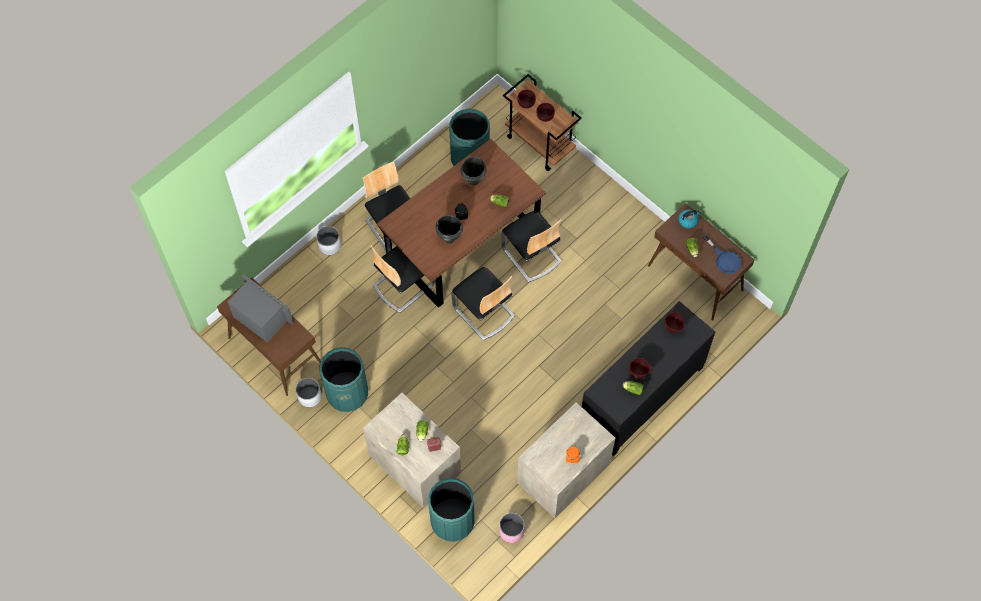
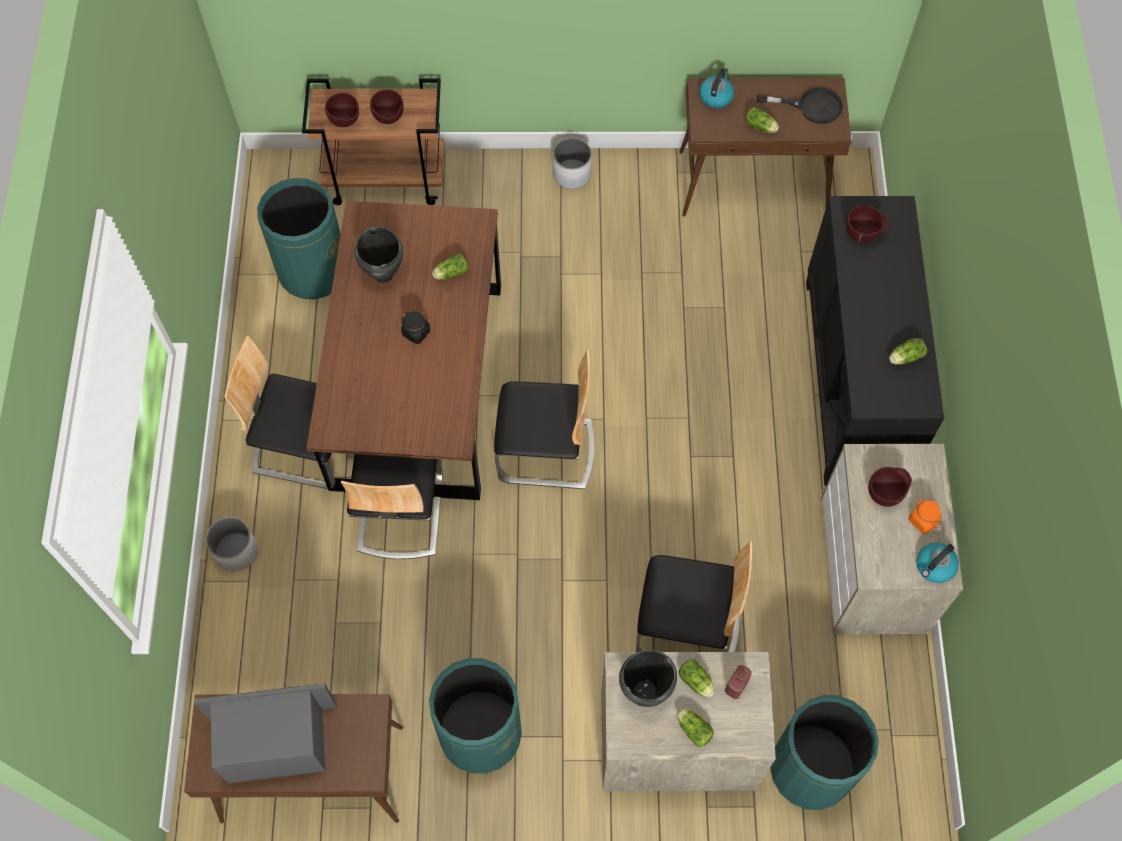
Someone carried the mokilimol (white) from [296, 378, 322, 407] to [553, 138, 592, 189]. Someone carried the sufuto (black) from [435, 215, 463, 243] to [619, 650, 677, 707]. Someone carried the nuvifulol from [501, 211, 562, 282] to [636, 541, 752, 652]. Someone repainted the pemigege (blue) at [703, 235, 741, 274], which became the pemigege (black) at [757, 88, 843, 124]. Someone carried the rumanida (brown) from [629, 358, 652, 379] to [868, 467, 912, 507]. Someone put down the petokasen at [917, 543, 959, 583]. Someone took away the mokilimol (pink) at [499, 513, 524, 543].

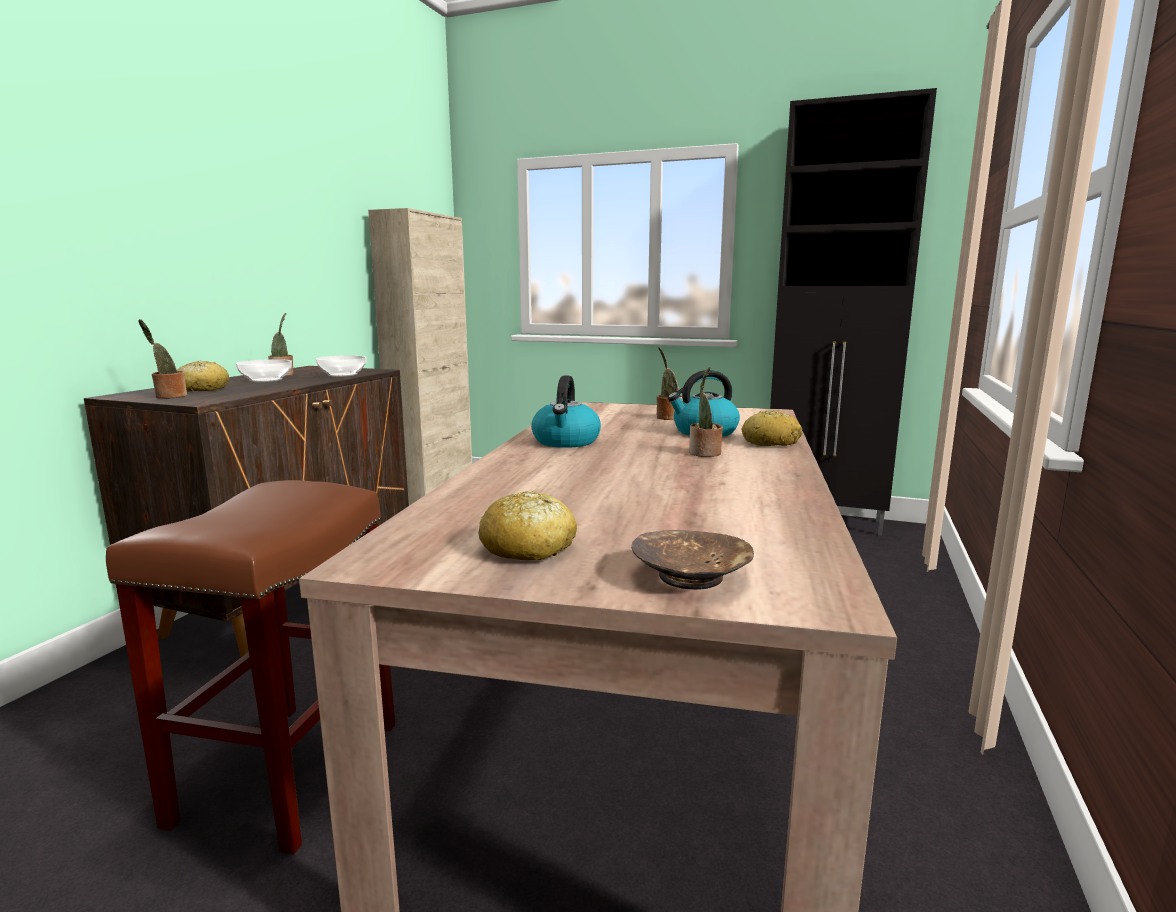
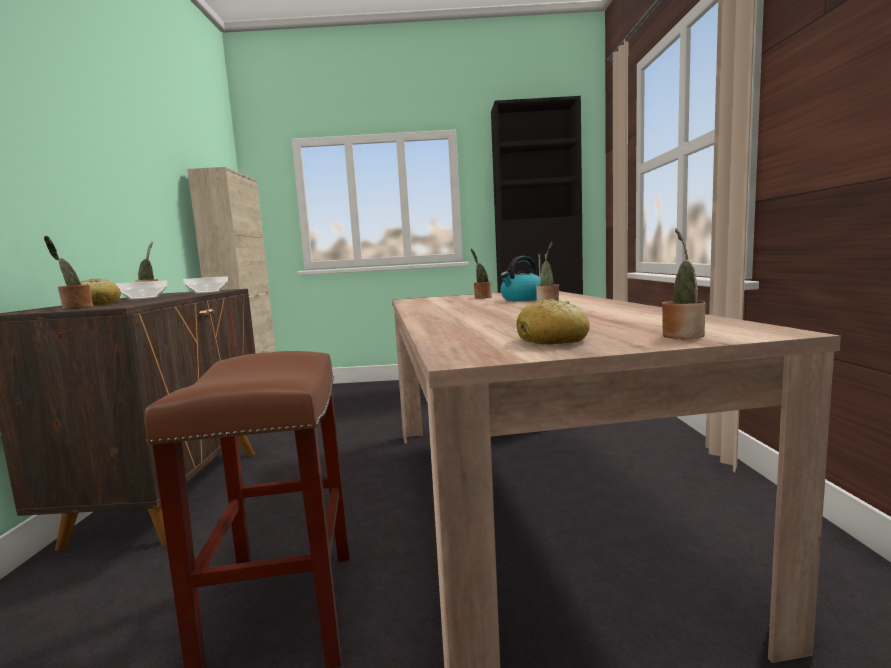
Someone swapped the rumanida (brown) at [631, 530, 754, 590] for the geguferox at [662, 228, 706, 339]. Someone took away the petokasen at [531, 376, 601, 448]. Someone took away the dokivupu at [741, 410, 802, 446].

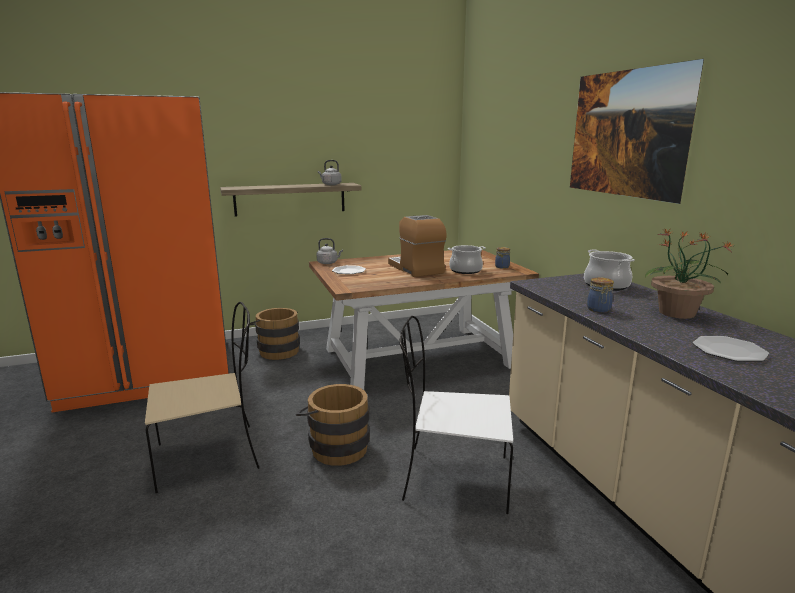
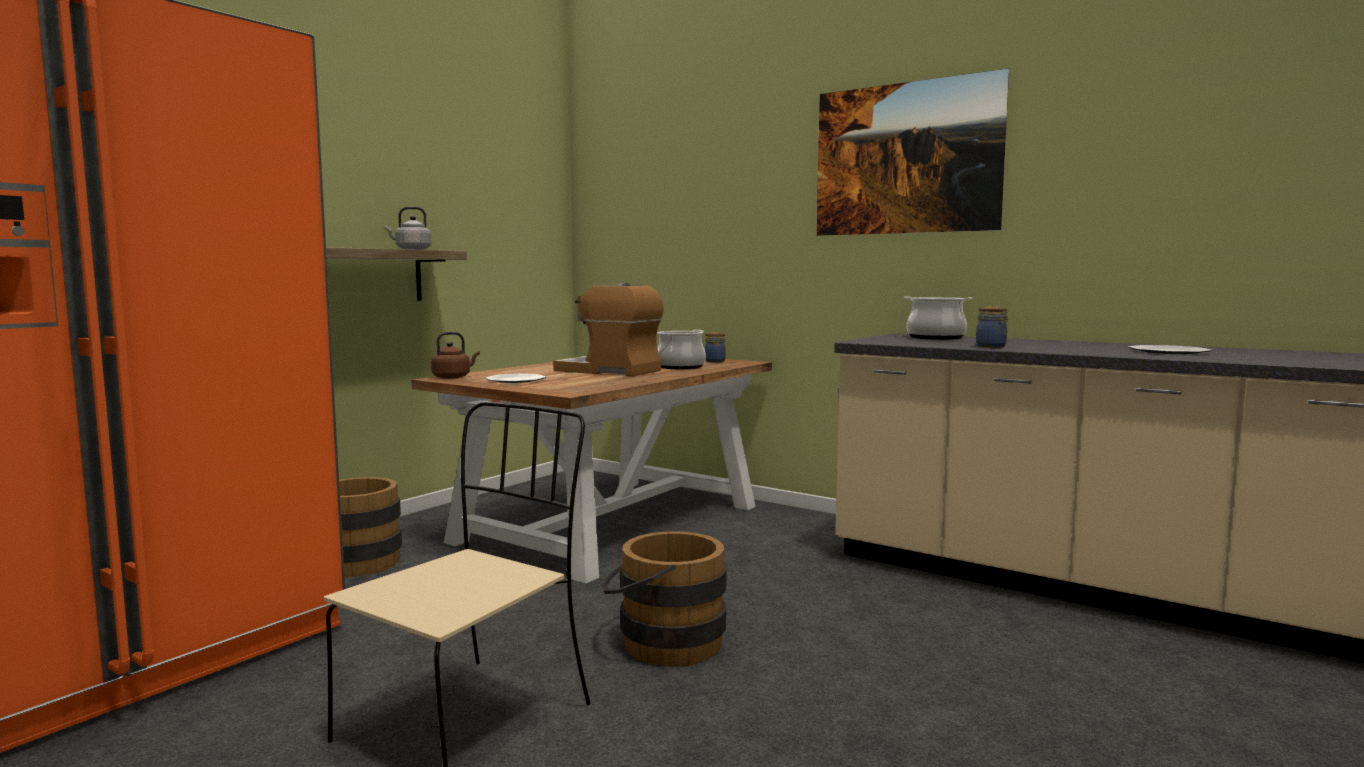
Someone repainted the petokasen (grey) at [317, 238, 343, 264], which became the petokasen (brown) at [431, 332, 480, 379]. Someone took away the nuvifulol (white) at [399, 316, 513, 514]. Someone took away the geguferox at [645, 229, 733, 319].

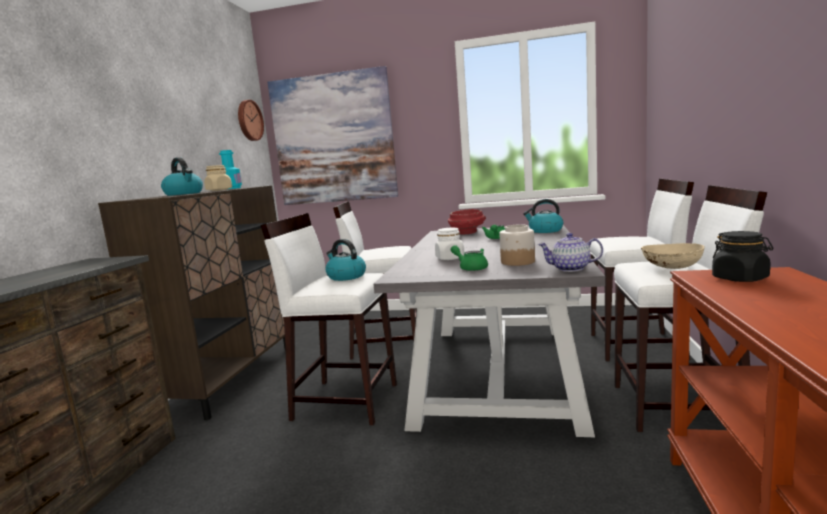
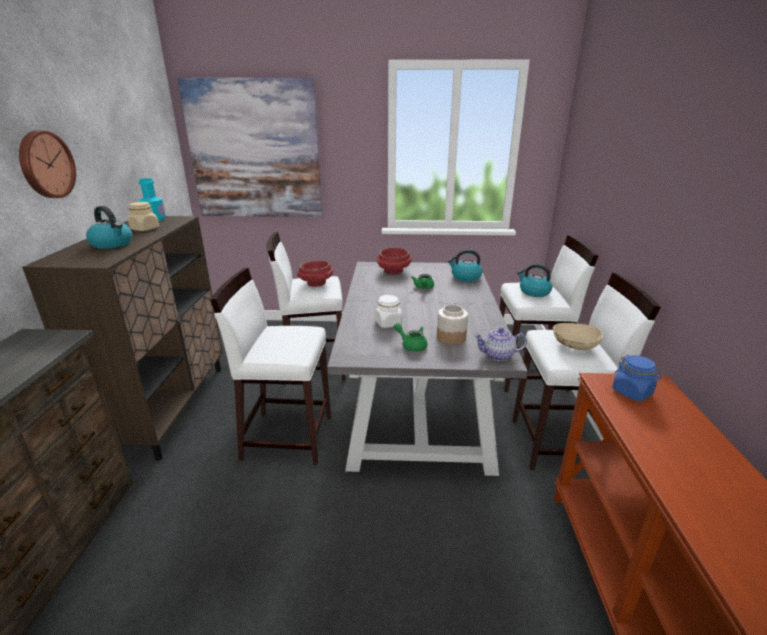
Someone carried the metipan from [238, 100, 264, 141] to [19, 131, 76, 198]. Someone put down the rumanida (red) at [297, 260, 333, 287]. Someone carried the petokasen from [326, 239, 366, 281] to [517, 264, 553, 297]. Someone repainted the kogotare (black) at [712, 231, 773, 282], which became the kogotare (blue) at [612, 355, 662, 401].

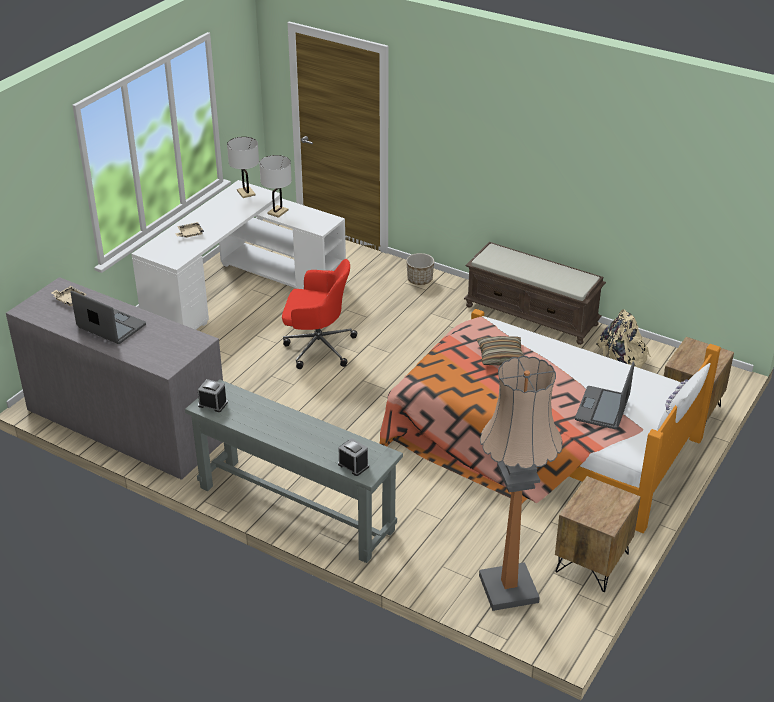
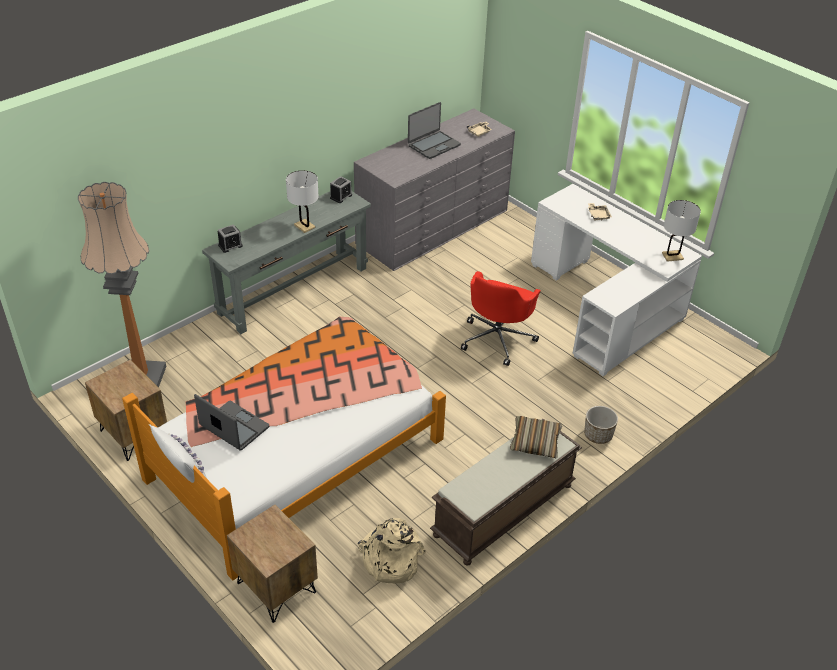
Someone carried the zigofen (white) from [259, 155, 292, 218] to [286, 170, 319, 233]. Someone carried the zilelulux from [477, 336, 524, 365] to [510, 416, 562, 458].

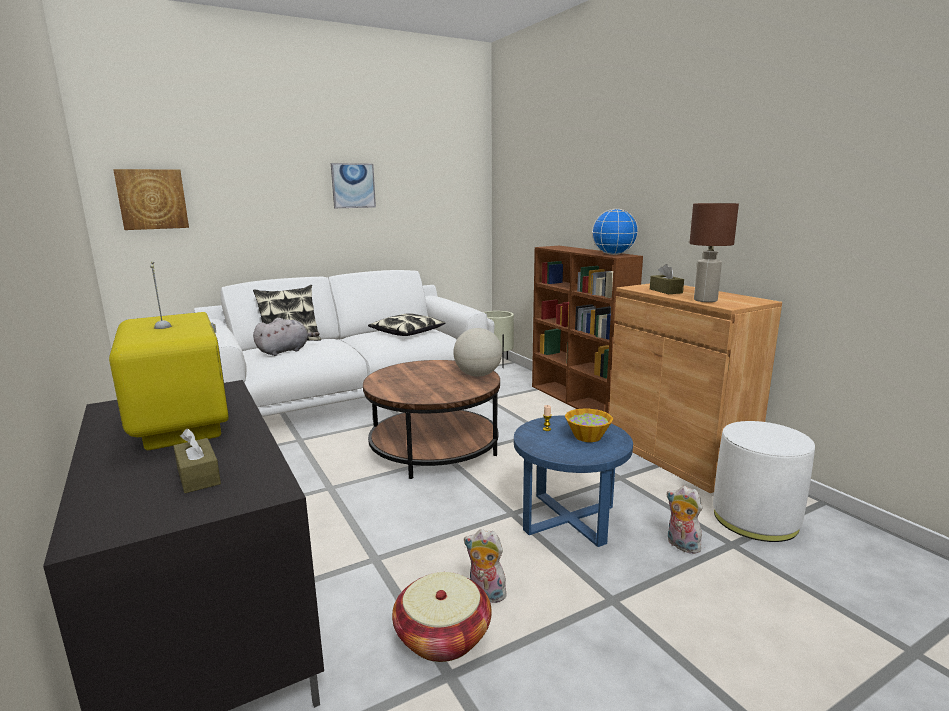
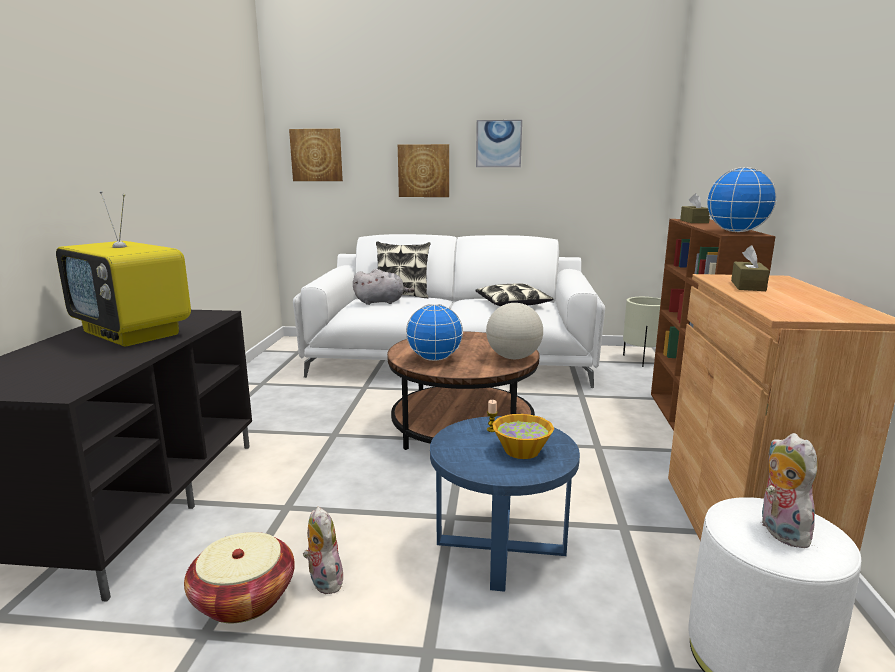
Someone rotated the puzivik at [109, 261, 229, 450] by 120 degrees clockwise. Someone put up the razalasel at [398, 144, 449, 197]. Someone put down the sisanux at [406, 304, 463, 361]. Someone carried the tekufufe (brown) from [173, 429, 221, 493] to [680, 193, 710, 223]. Someone carried the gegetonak from [667, 486, 702, 554] to [760, 433, 818, 548]. Someone took away the zigofen (brown) at [689, 203, 739, 302].

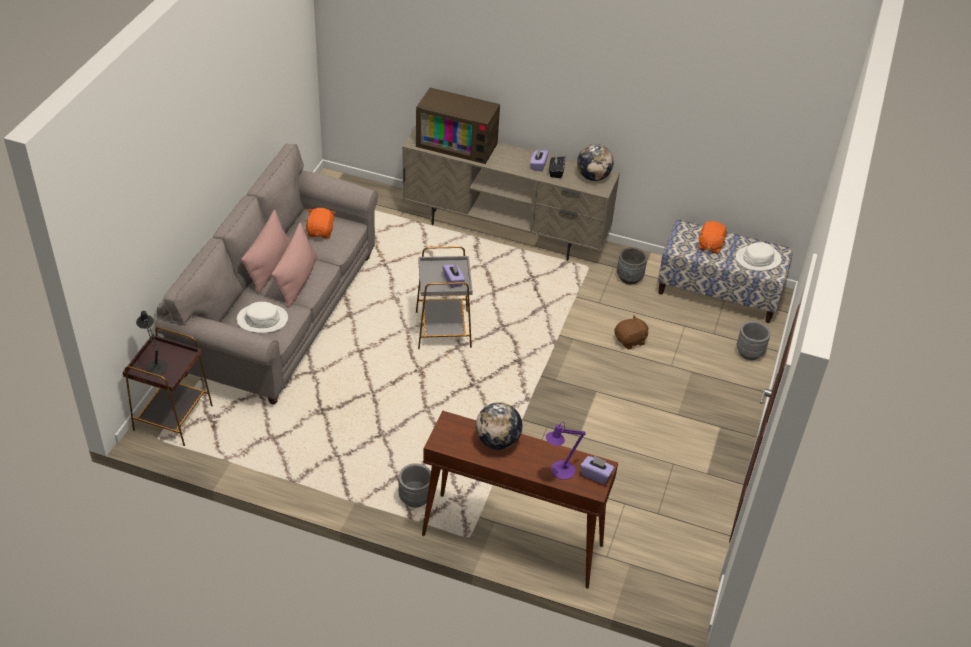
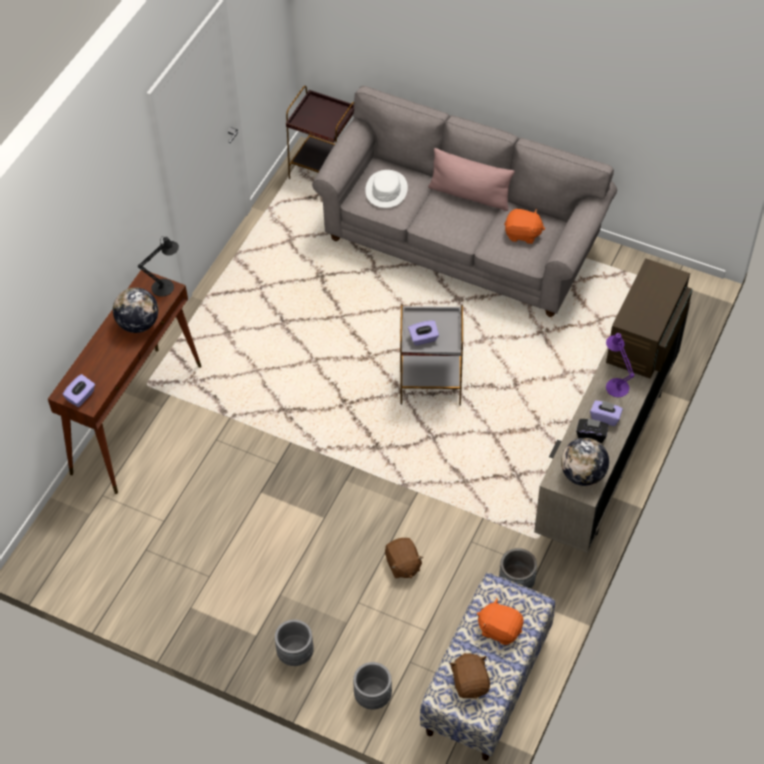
Someone carried the zigofen (black) from [136, 311, 168, 375] to [138, 237, 179, 297]. Someone carried the mokilimol (grey) from [398, 463, 431, 508] to [275, 619, 314, 666]. Someone swapped the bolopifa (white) at [736, 242, 782, 271] for the gegetonak (brown) at [450, 653, 490, 699]. Someone carried the zigofen (purple) from [546, 422, 585, 480] to [606, 333, 635, 397]. Someone took away the zilelulux (pink) at [271, 223, 317, 308].

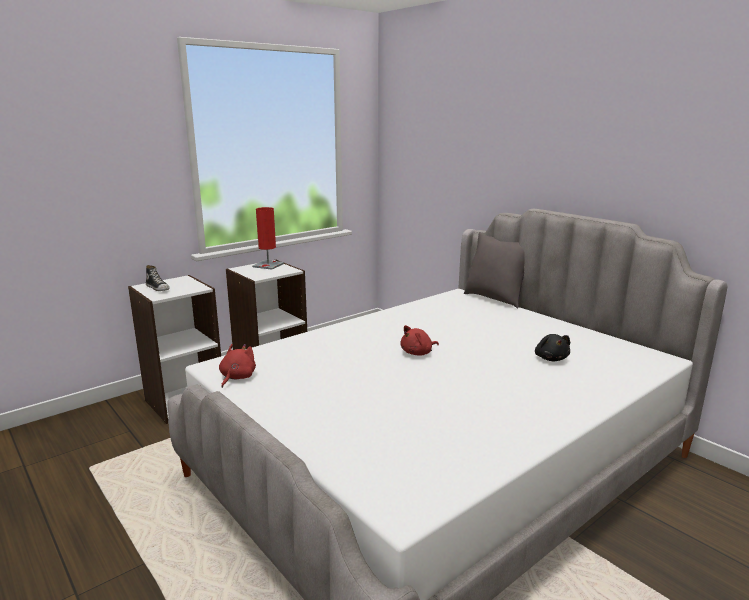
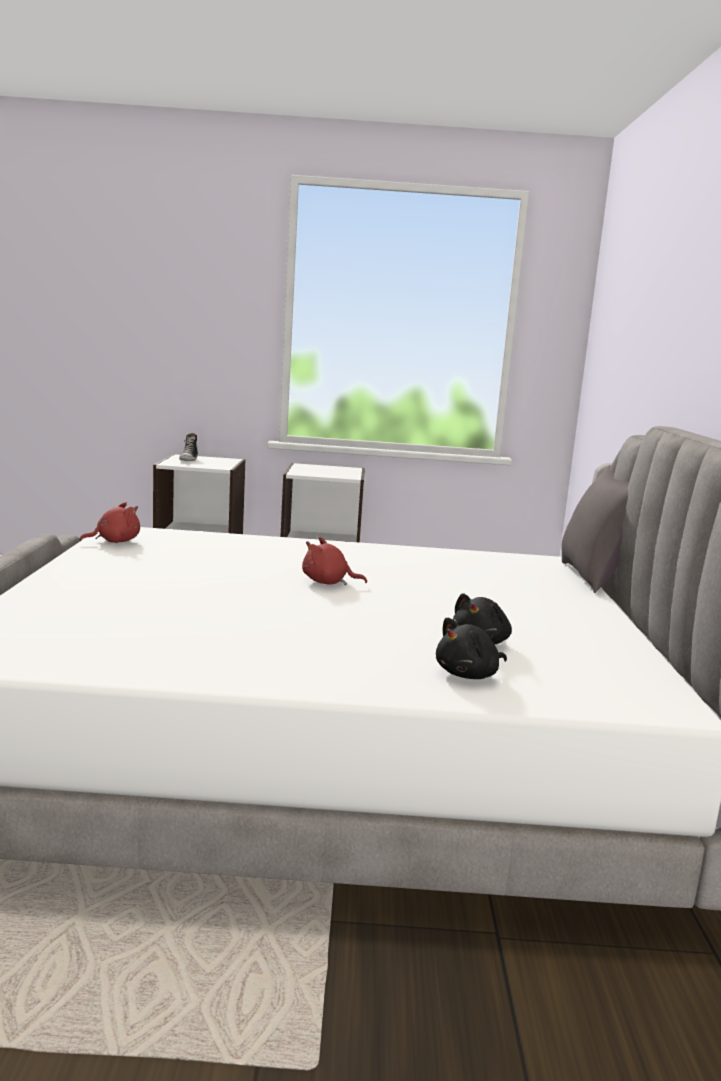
Someone put down the gegetonak (black) at [436, 618, 507, 679]. Someone took away the zigofen (red) at [252, 207, 284, 269].

